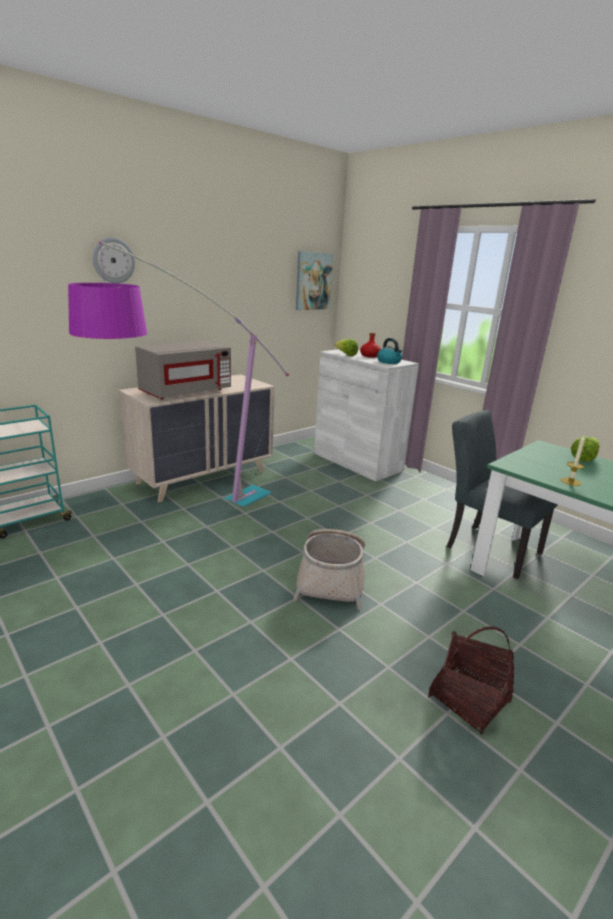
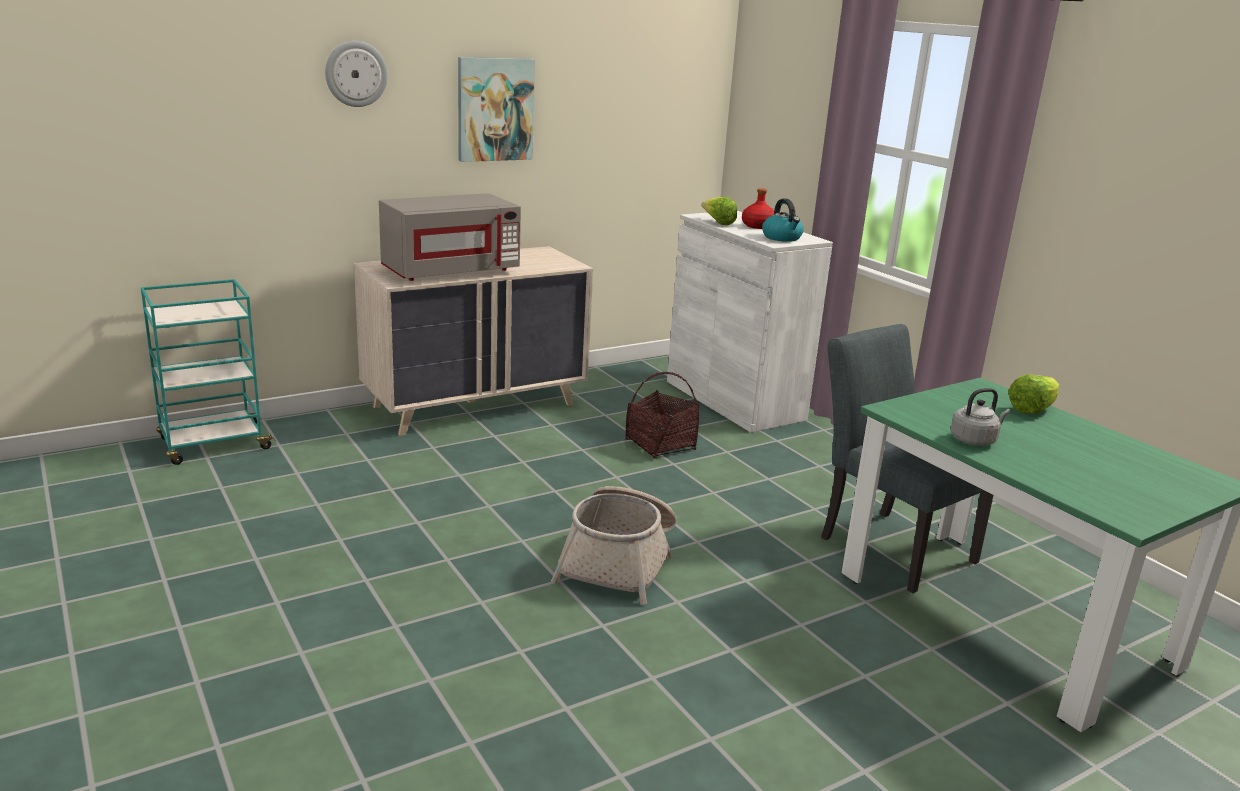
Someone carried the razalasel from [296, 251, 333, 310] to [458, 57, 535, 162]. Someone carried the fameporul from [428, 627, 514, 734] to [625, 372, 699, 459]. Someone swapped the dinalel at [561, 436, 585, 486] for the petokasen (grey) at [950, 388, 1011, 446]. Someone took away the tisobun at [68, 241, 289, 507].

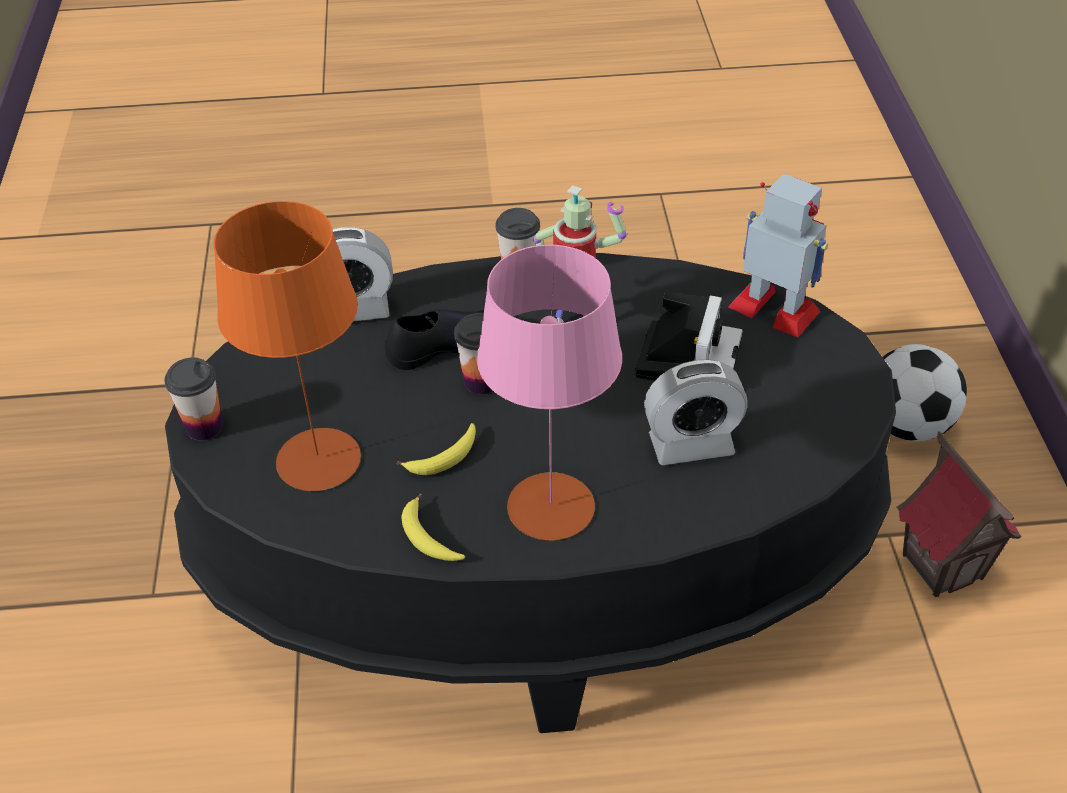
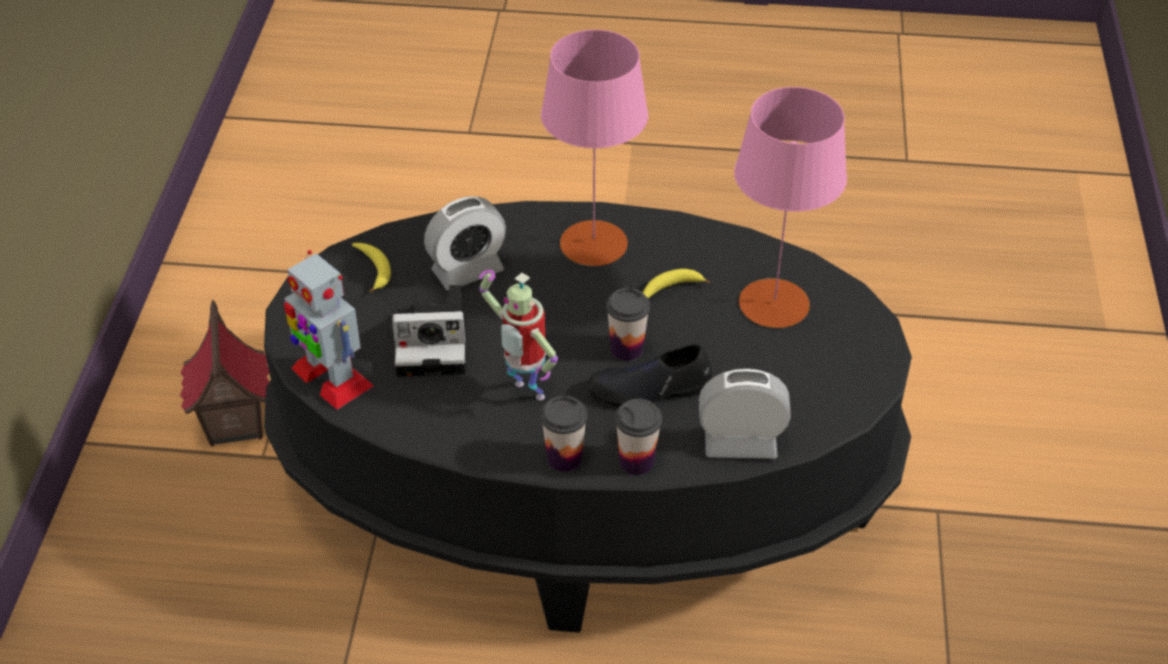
Someone carried the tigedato from [401, 494, 465, 561] to [352, 243, 391, 293]. Someone rotated the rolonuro at [635, 291, 743, 381] by 120 degrees counterclockwise. Someone rotated the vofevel at [644, 360, 748, 465] by 150 degrees clockwise. Someone carried the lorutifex from [164, 357, 223, 440] to [615, 399, 662, 475]. Someone repainted the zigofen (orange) at [214, 201, 361, 491], which became the zigofen (pink) at [734, 87, 847, 328]. Someone took away the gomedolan at [882, 344, 967, 441].

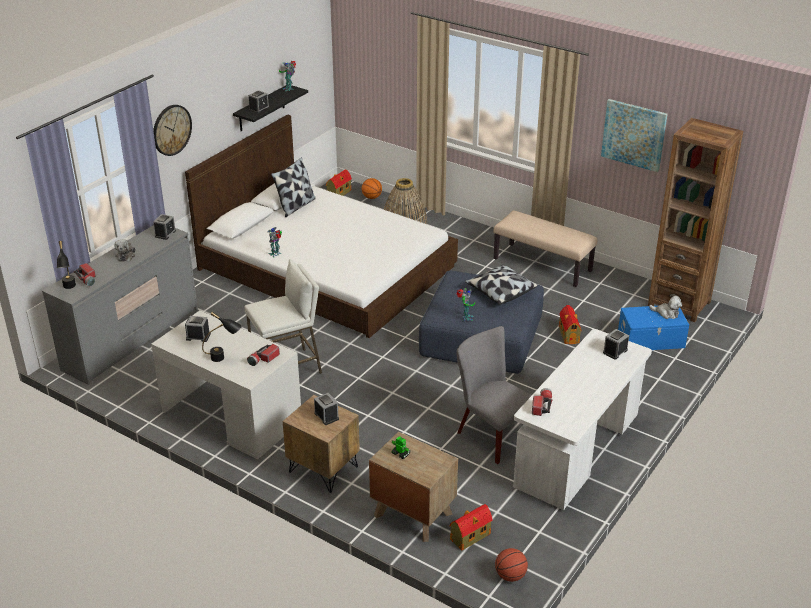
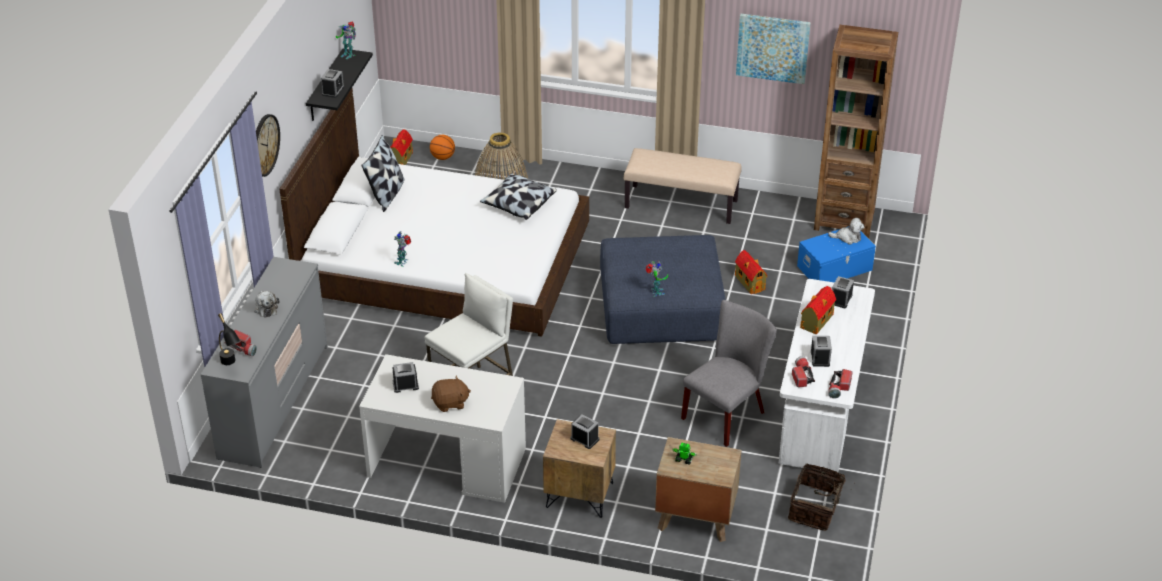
Someone swapped the zigofen (black) at [202, 312, 242, 362] for the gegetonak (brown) at [431, 375, 471, 412]. Someone carried the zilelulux from [465, 264, 538, 305] to [480, 174, 557, 220]. Someone rotated the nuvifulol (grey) at [457, 326, 532, 464] by 105 degrees clockwise. Someone put down the fameporul at [788, 463, 855, 531]. Someone carried the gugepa from [450, 504, 493, 550] to [800, 286, 836, 334]. Someone carried the vofevel from [153, 214, 176, 240] to [811, 336, 832, 367]. Someone carried the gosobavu from [247, 344, 280, 366] to [828, 369, 852, 398]. Someone took away the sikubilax at [495, 548, 528, 582].

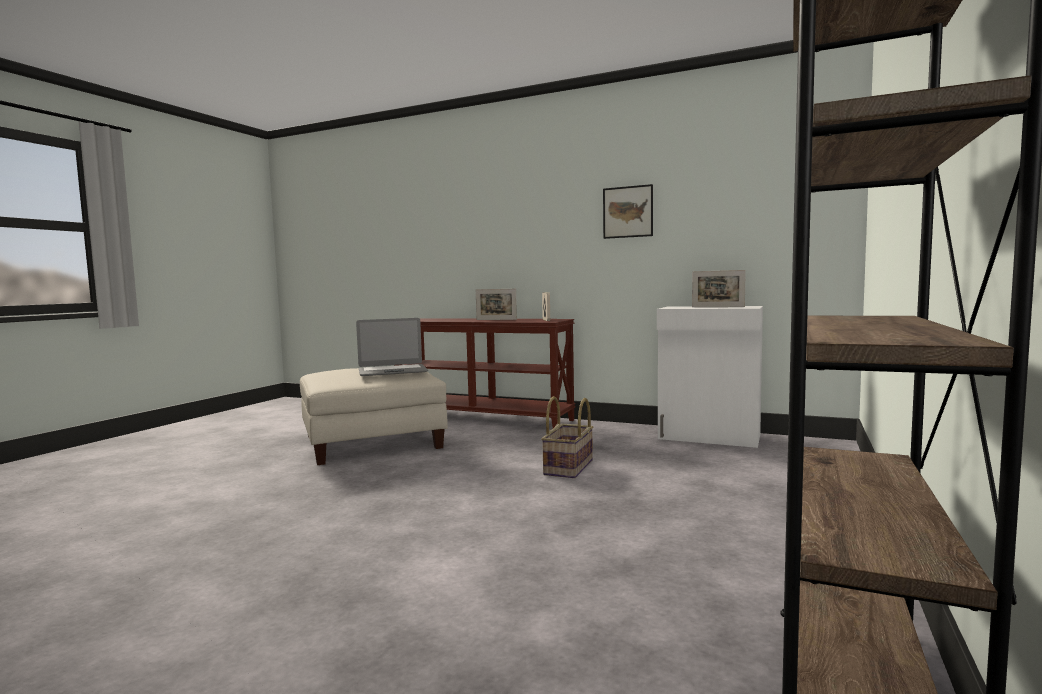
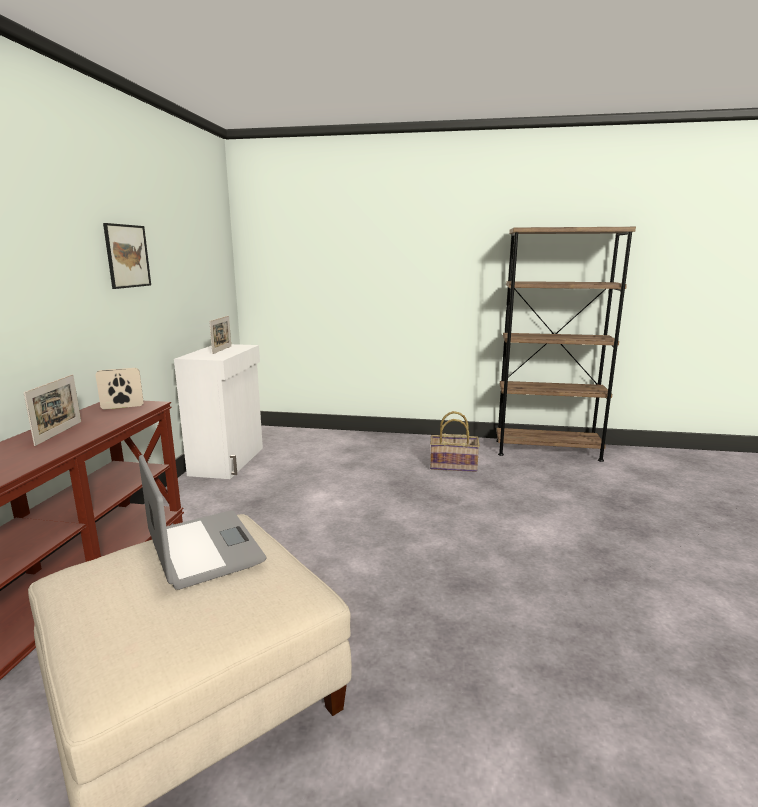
Someone carried the fameporul from [541, 396, 593, 478] to [430, 411, 480, 472].

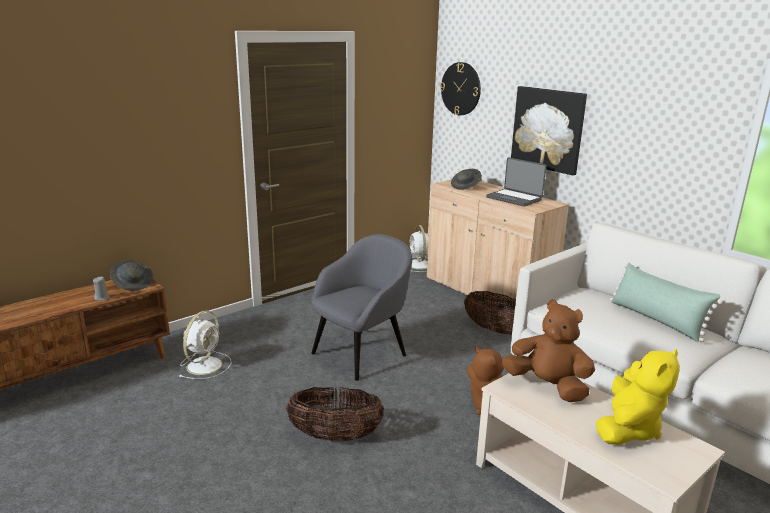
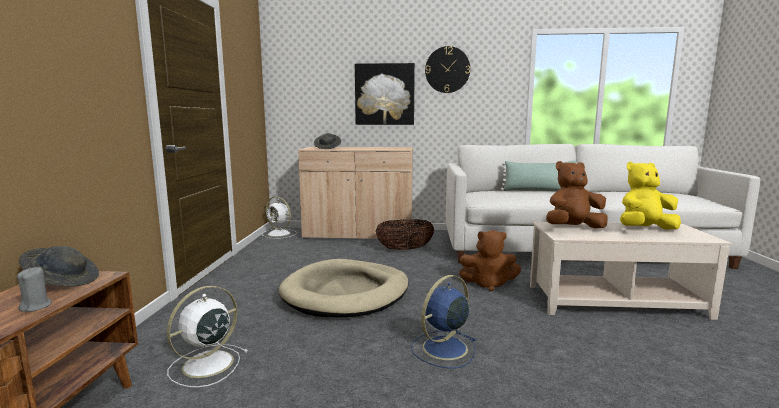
Someone rotated the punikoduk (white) at [179, 311, 231, 379] by 120 degrees counterclockwise. Someone swapped the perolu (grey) at [311, 234, 412, 381] for the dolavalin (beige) at [279, 259, 409, 318]. Someone swapped the fameporul at [286, 387, 384, 441] for the punikoduk (blue) at [411, 275, 476, 369]. Someone carried the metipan from [440, 62, 481, 115] to [425, 46, 470, 93]. Someone rotated the gegetonak (yellow) at [596, 349, 680, 445] by 90 degrees counterclockwise. Someone took away the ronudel at [486, 157, 547, 207].

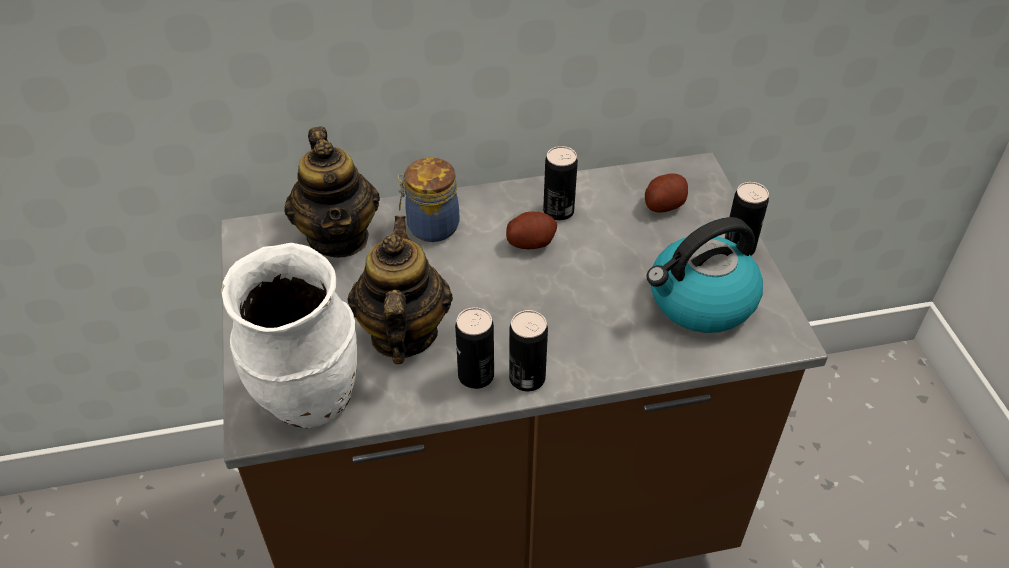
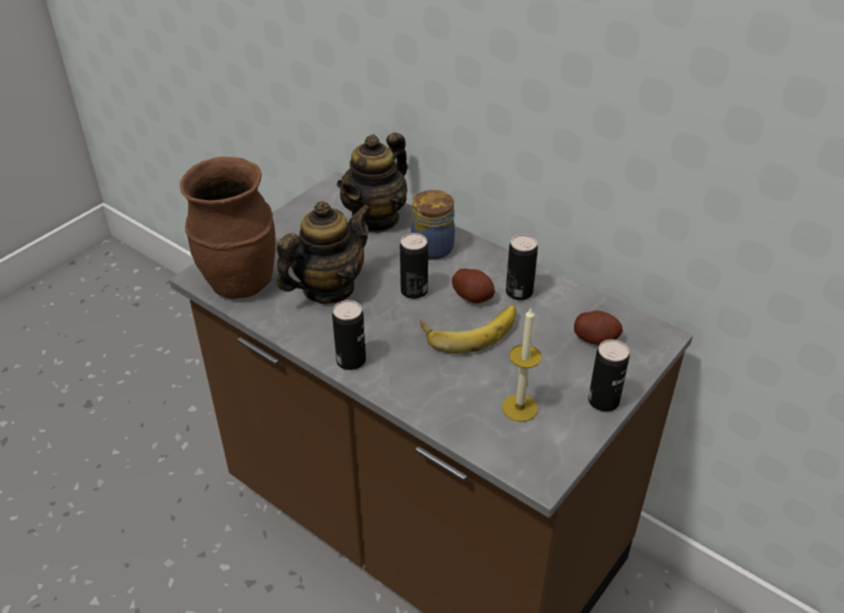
Someone repainted the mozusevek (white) at [221, 243, 357, 429], which became the mozusevek (brown) at [180, 157, 275, 299]. Someone carried the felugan from [455, 307, 494, 389] to [400, 233, 428, 299]. Someone put down the tigedato at [420, 305, 516, 354]. Someone swapped the petokasen at [647, 217, 763, 333] for the dinalel at [502, 308, 542, 422].

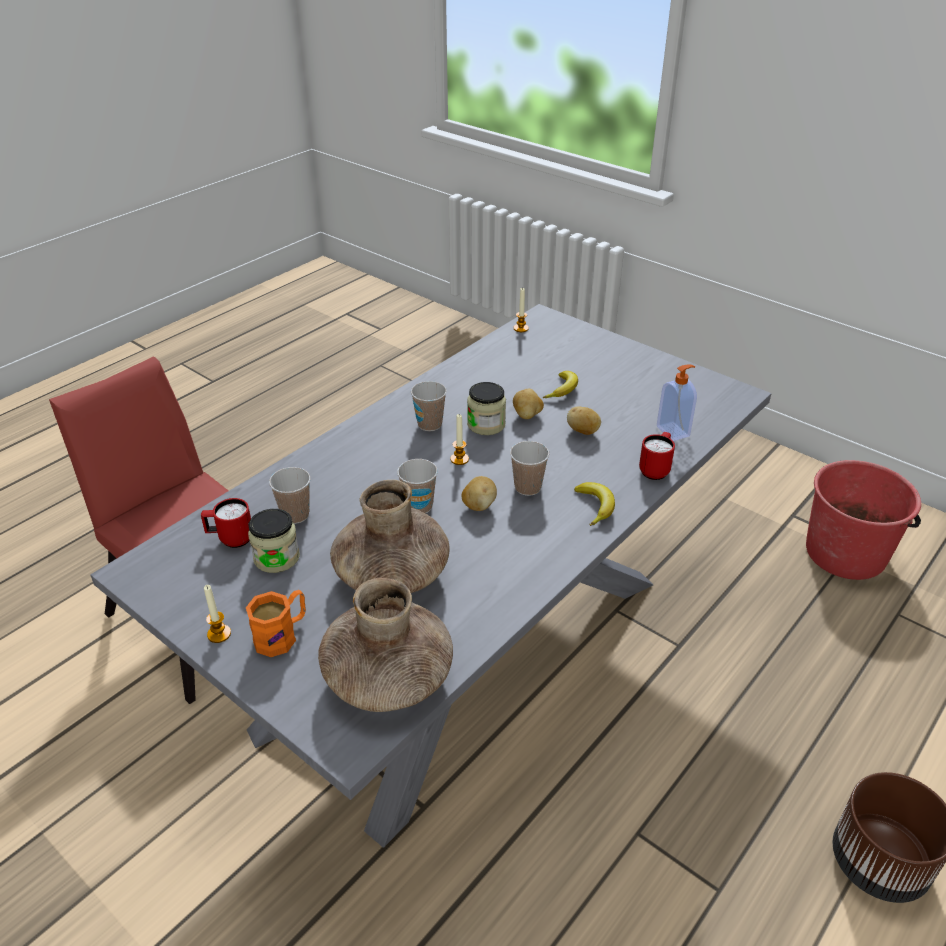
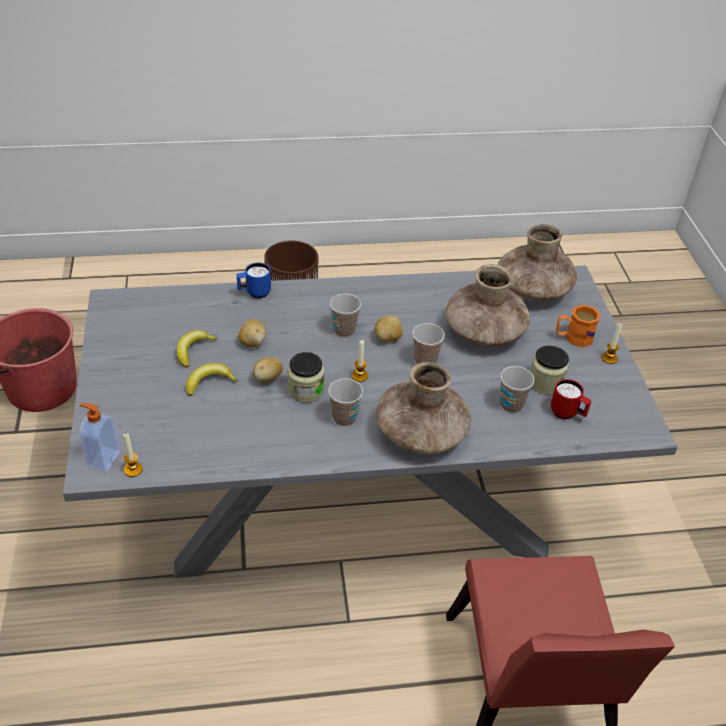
Someone carried the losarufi from [657, 364, 697, 441] to [79, 403, 120, 472]. Someone carried the tigedato from [574, 482, 615, 526] to [177, 330, 218, 368]. Someone repainted the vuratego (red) at [639, 432, 675, 480], which became the vuratego (blue) at [237, 263, 271, 298]. Someone put down the mozusevek (brown) at [377, 362, 471, 454].

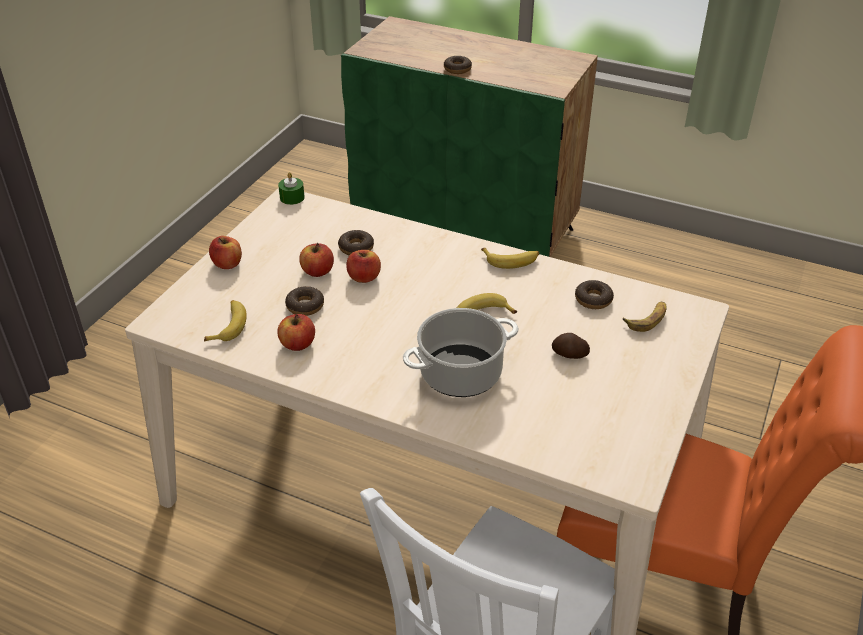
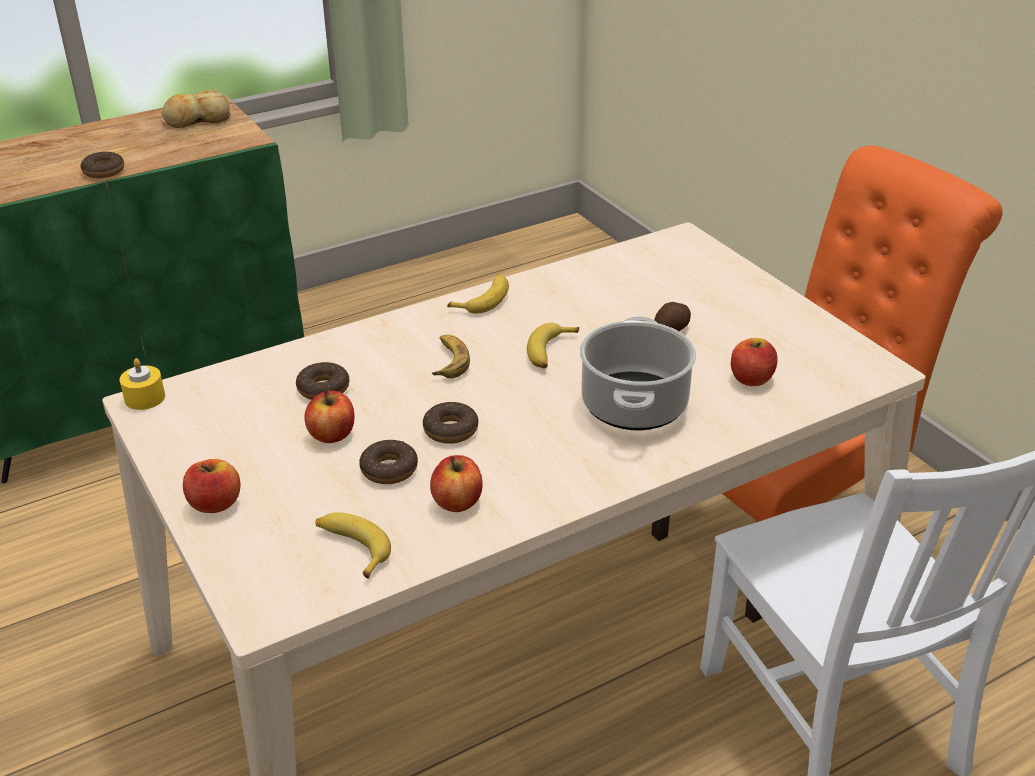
Someone repainted the dinalel (green) at [278, 172, 305, 205], which became the dinalel (yellow) at [119, 358, 165, 410]. Someone put down the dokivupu at [161, 89, 230, 128]. Someone carried the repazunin from [575, 280, 614, 309] to [423, 402, 478, 444]. Someone carried the tigedato from [623, 302, 667, 332] to [432, 335, 470, 378]. Someone carried the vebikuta from [346, 250, 381, 283] to [731, 338, 777, 386].

